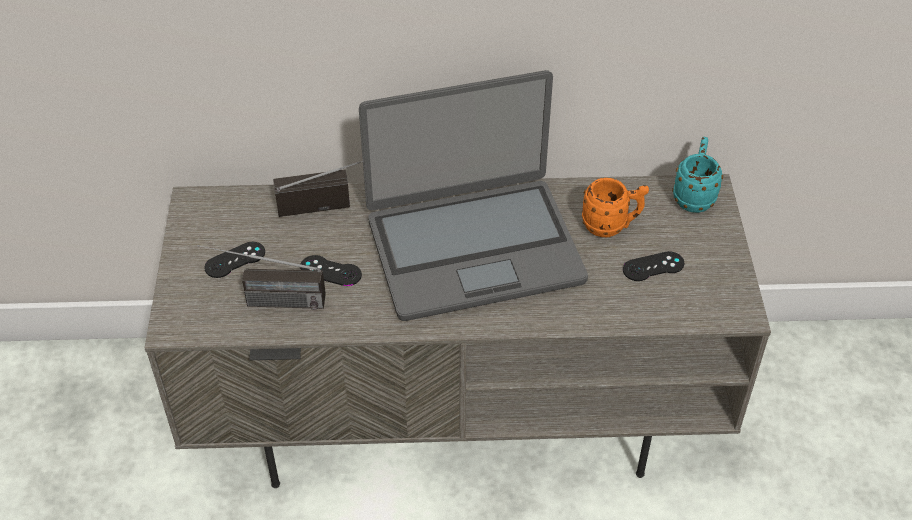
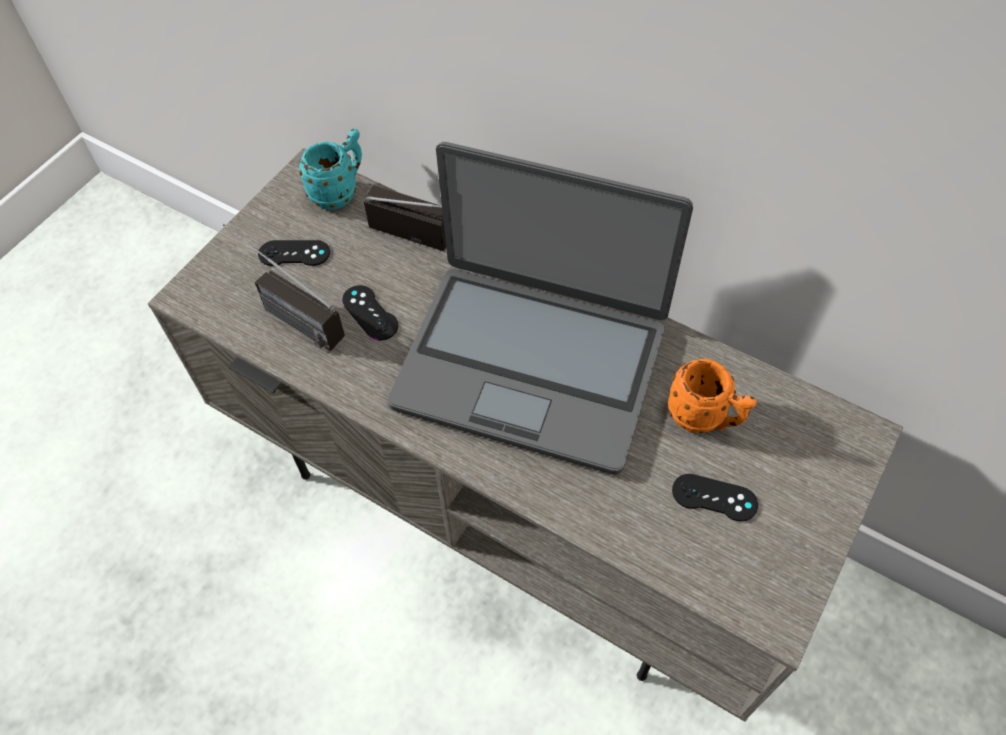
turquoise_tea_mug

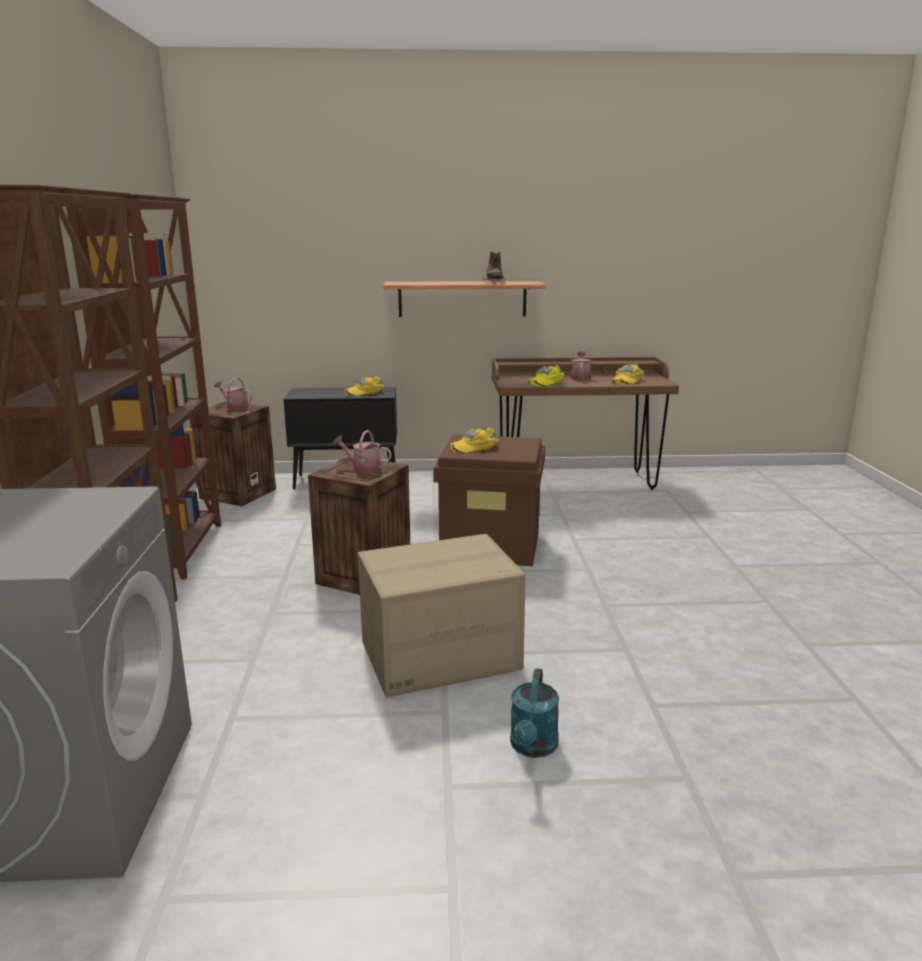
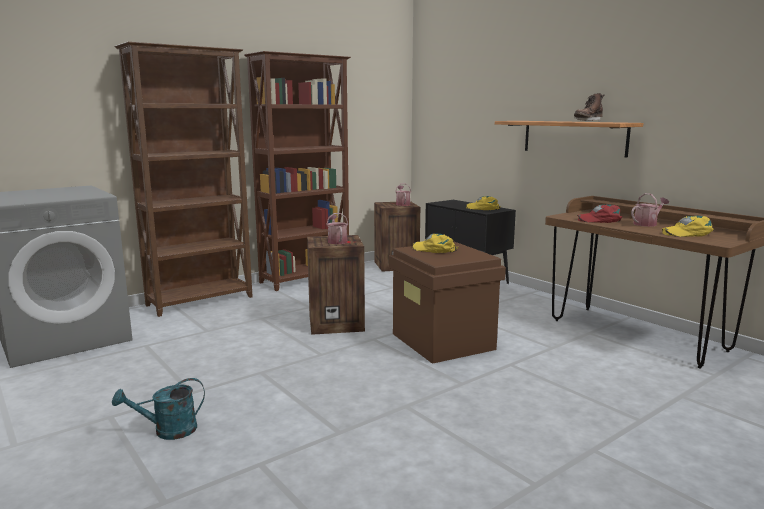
cardboard_box; reddish_baseball_cap

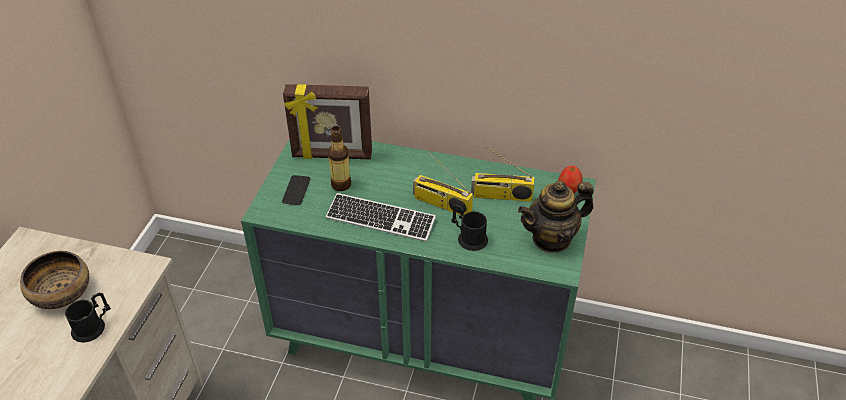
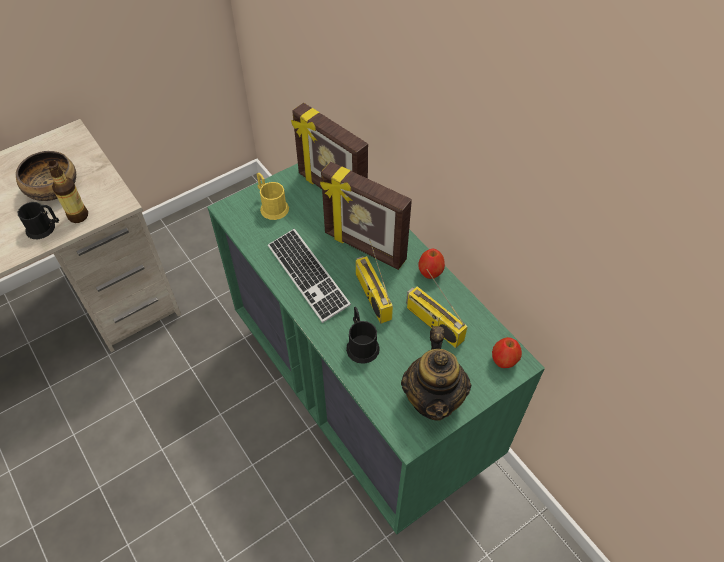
picture_frame (no. 2 from left); apple_fruit (no. 1 from left); beverage_bottle; yellowish_tea_mug; teapot

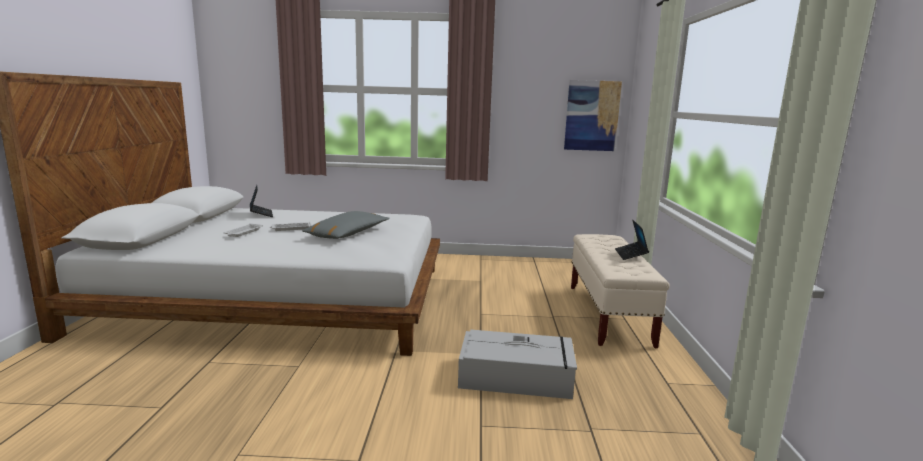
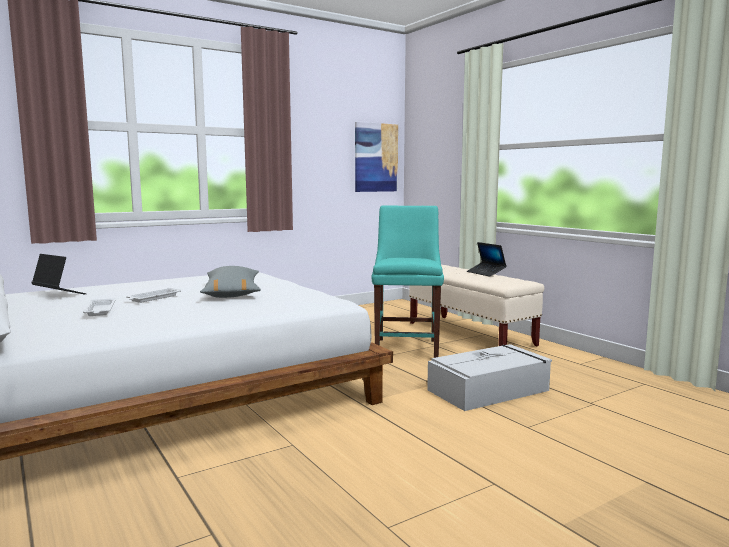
turquoise_plain_chair

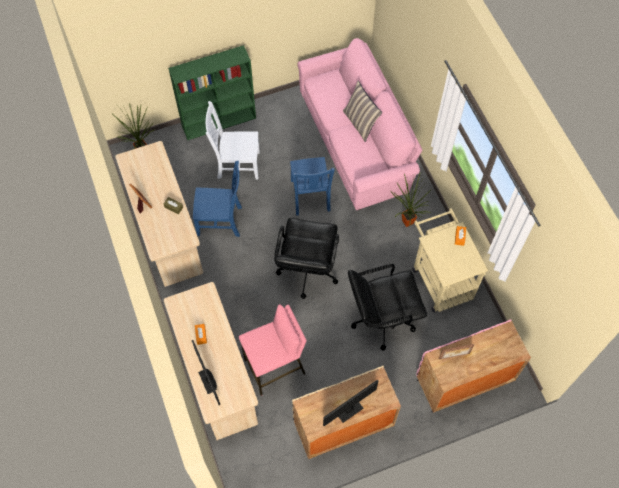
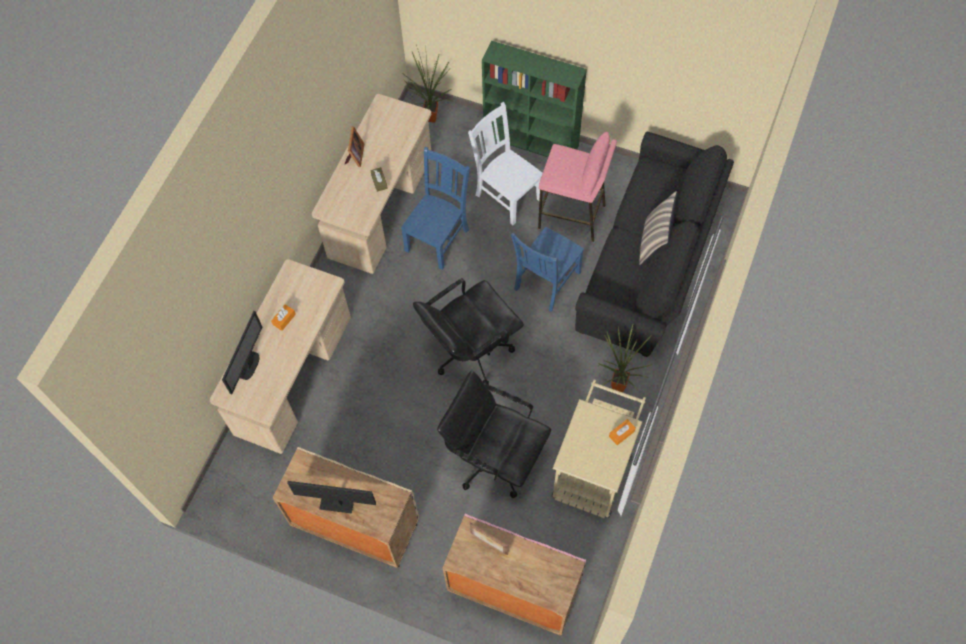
pinkish_sitting_stool; blackish_sofa; blue_plain_chair (no. 1 from left)

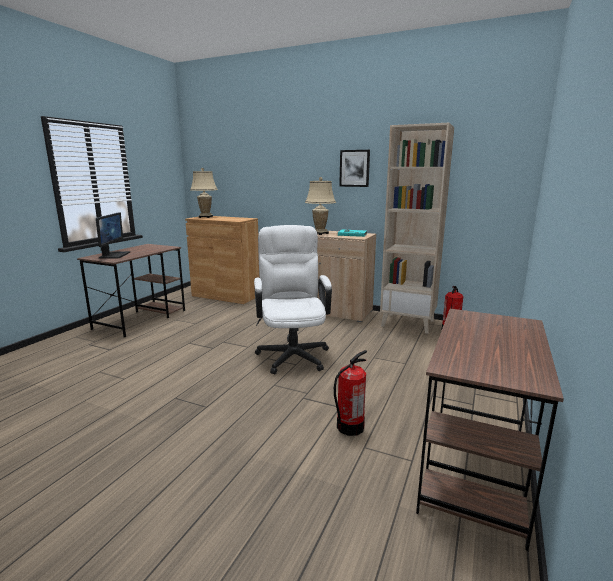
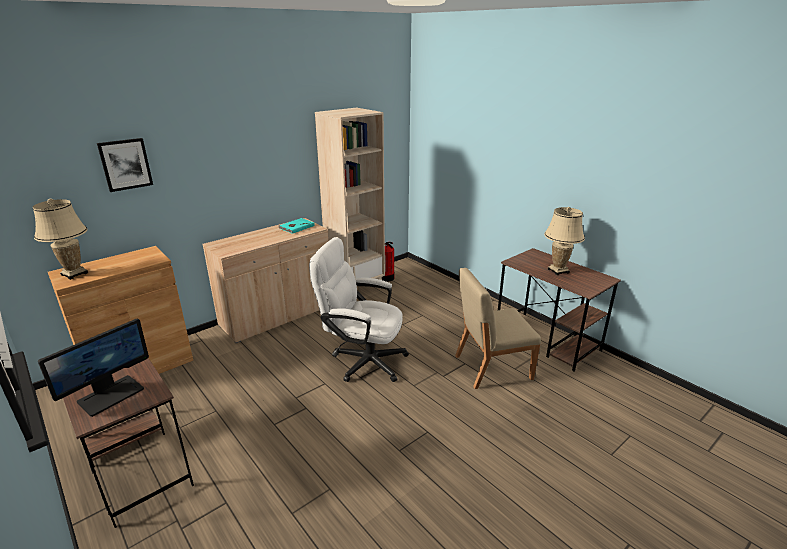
beige-coloured_lamp_for_a_table (no. 2 from left); wall_art; beige-coloured_plain_chair; monitor

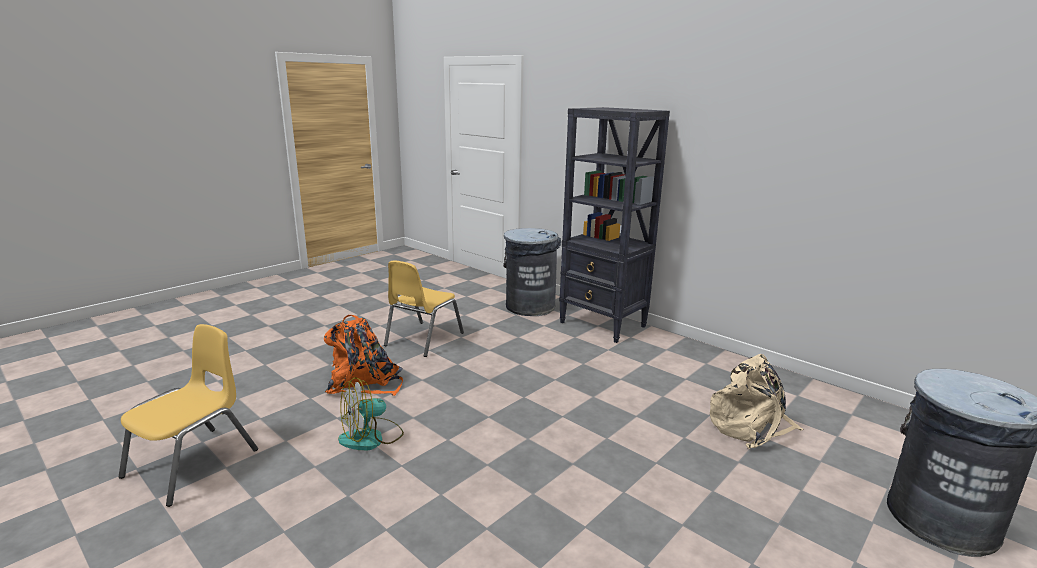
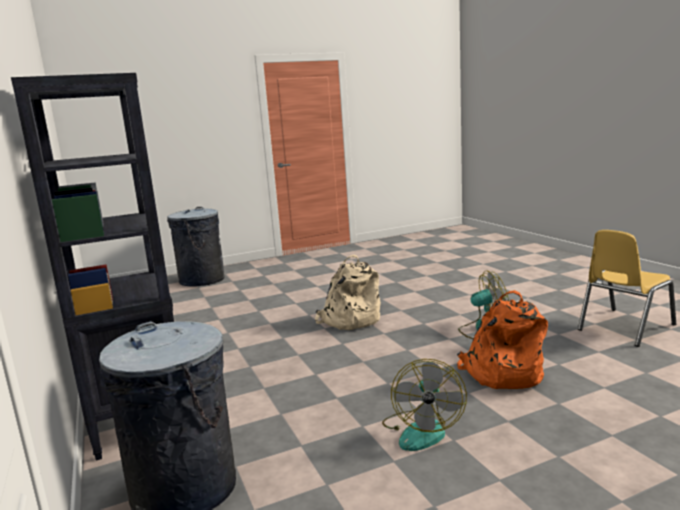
beige-coloured_backpack; electric_fan (no. 1 from left)

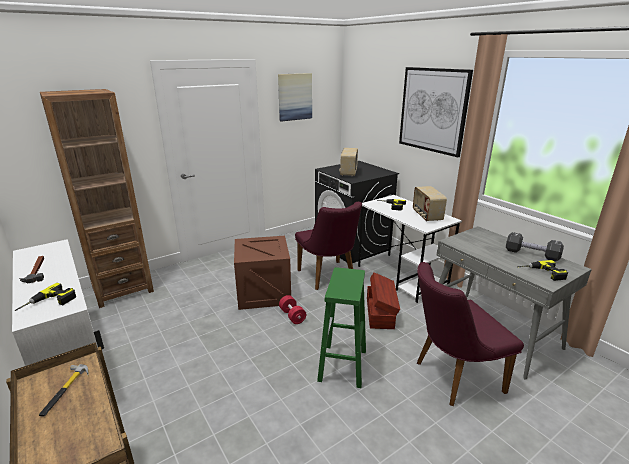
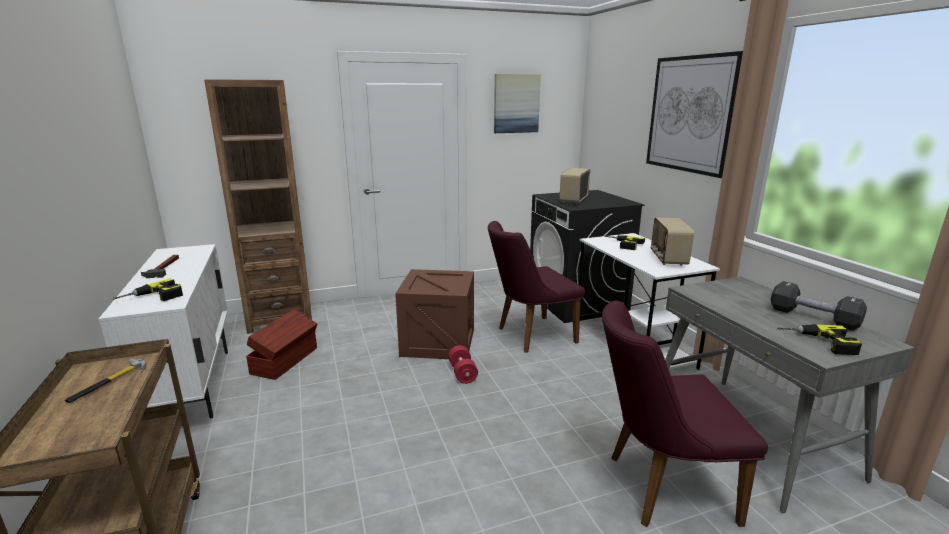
green-coloured_sitting_stool; brown-coloured_storage_box; purplish_plain_chair (no. 1 from left)

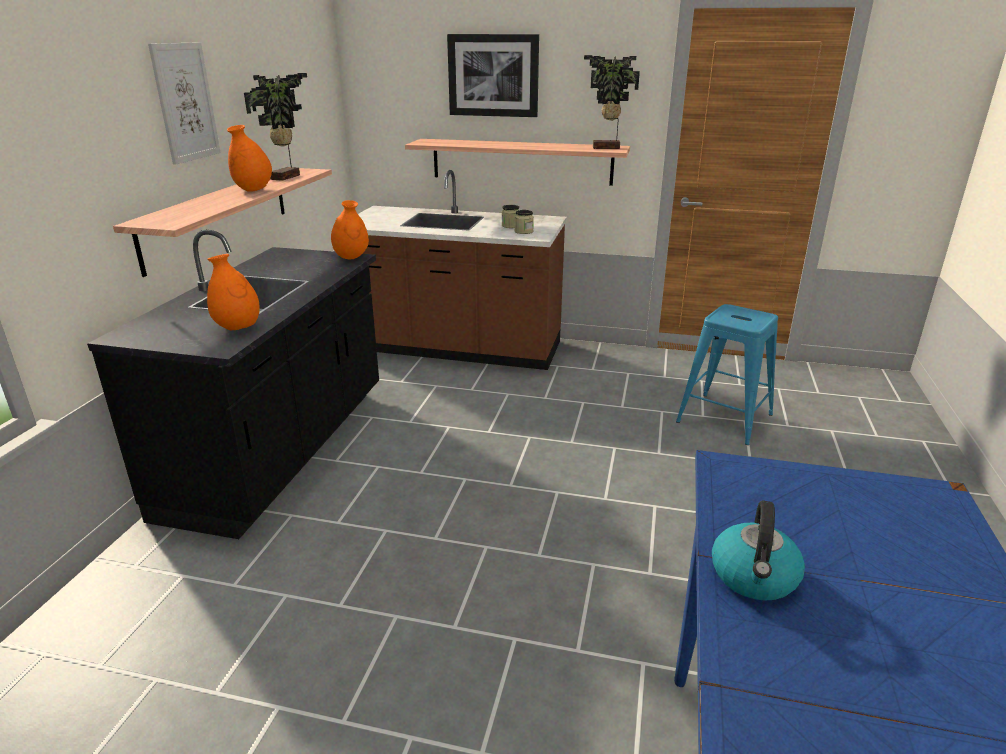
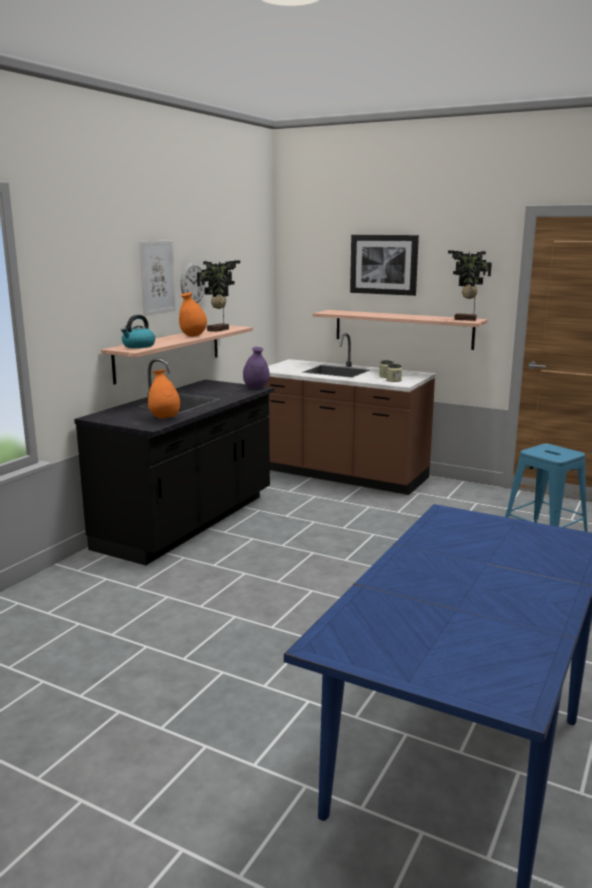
clock_on_the_wall; kettle; purplish_flower_vase

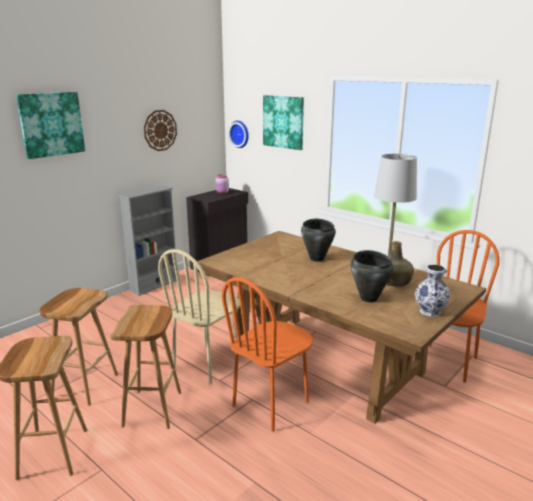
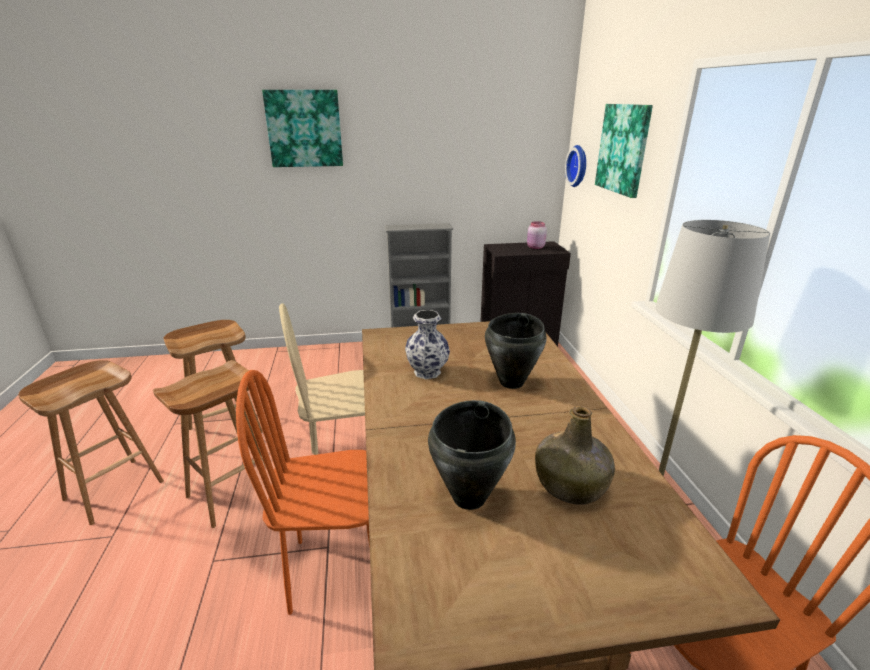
clock_on_the_wall (no. 1 from left in the first image); flower_vase

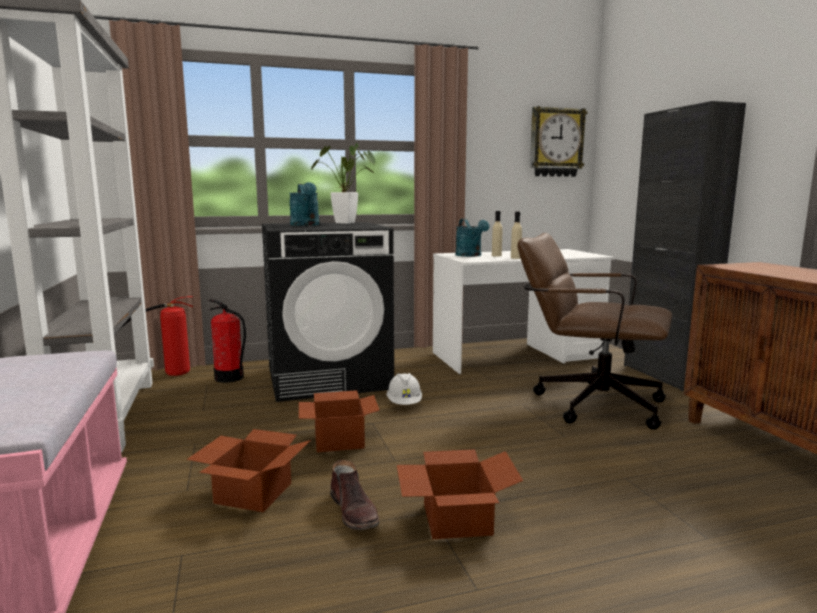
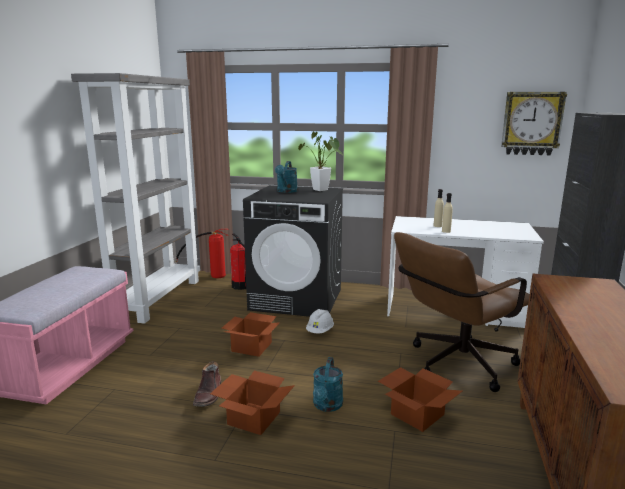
cardboard_box (no. 3 from left); turquoise_watering_can (no. 2 from left); brown-coloured_office_chair

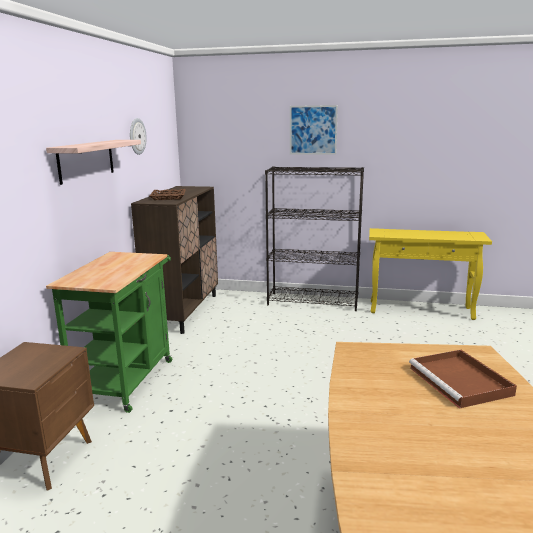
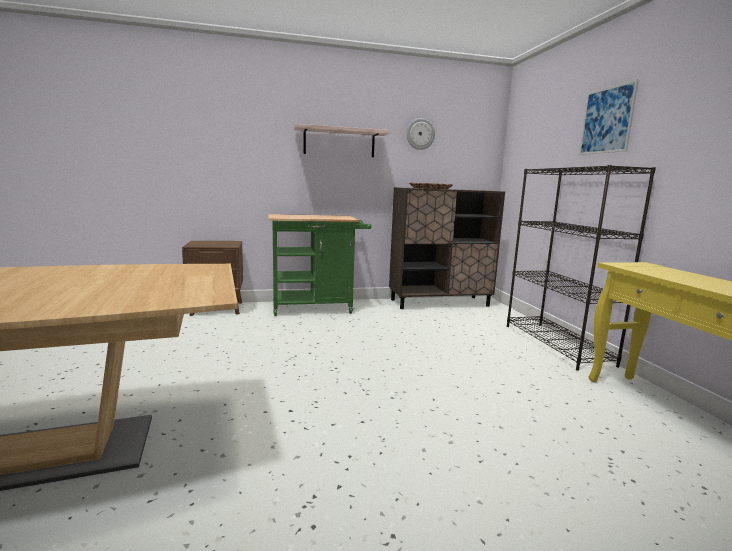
brown-coloured_tray (no. 2 from left in the first image)

